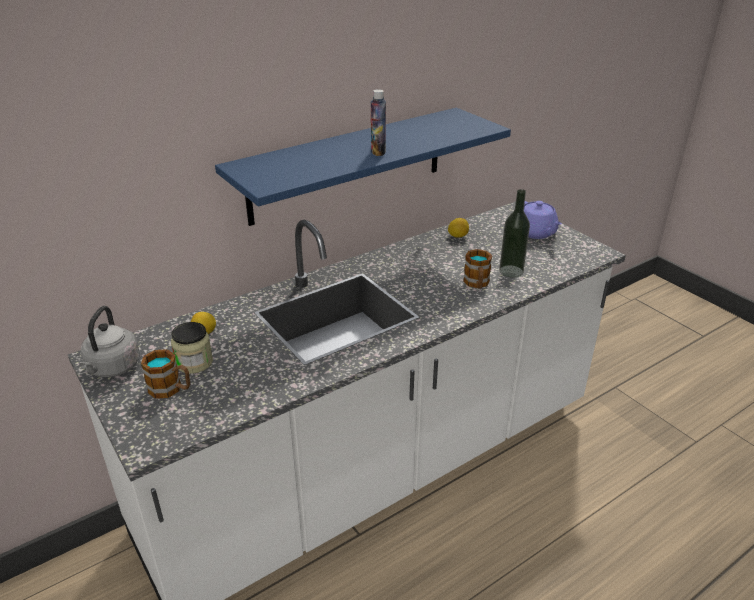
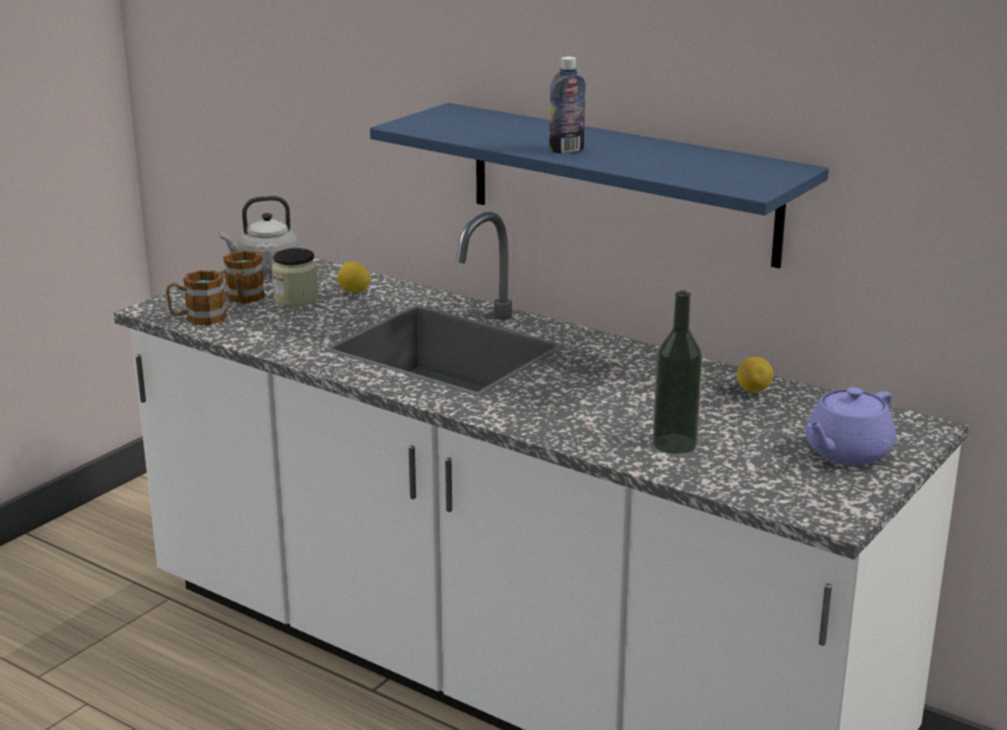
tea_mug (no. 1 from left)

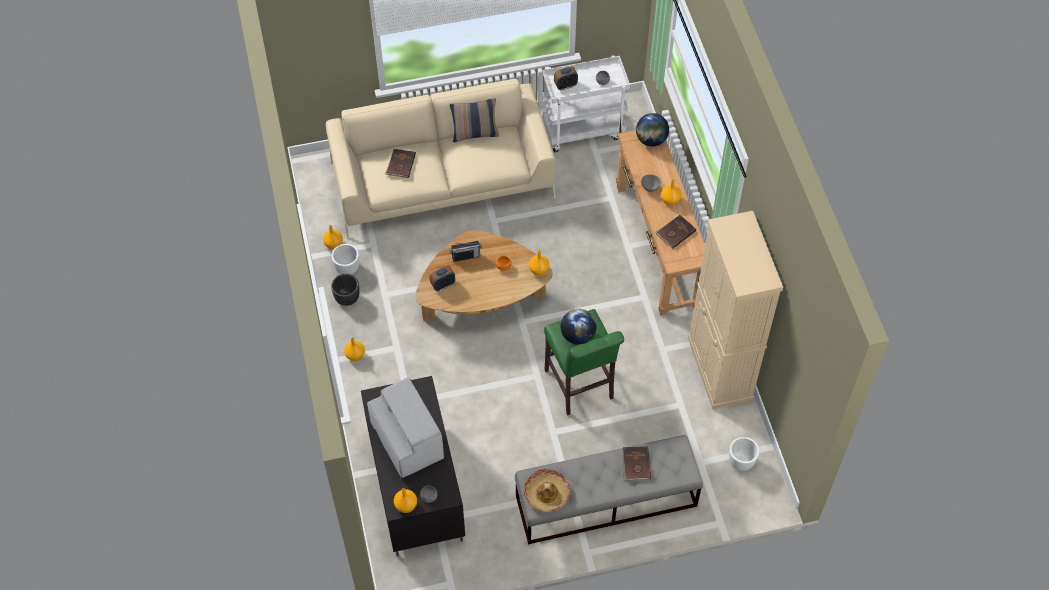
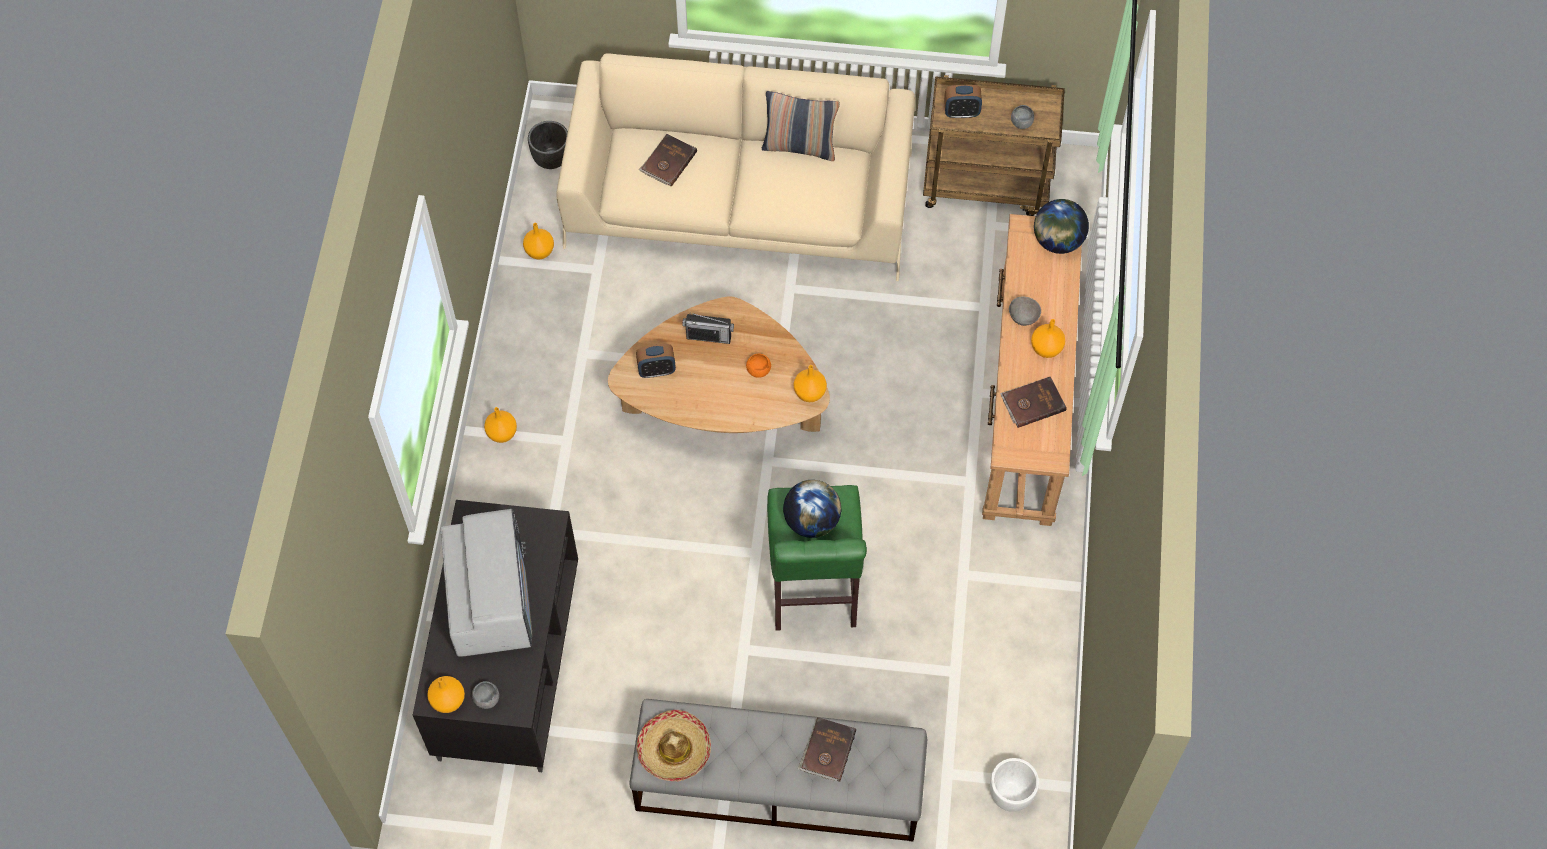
whitish_plant_pot (no. 1 from left in the first image); beige-coloured_cupboard; blackish_plant_pot; brown-coloured_wheeled_cart

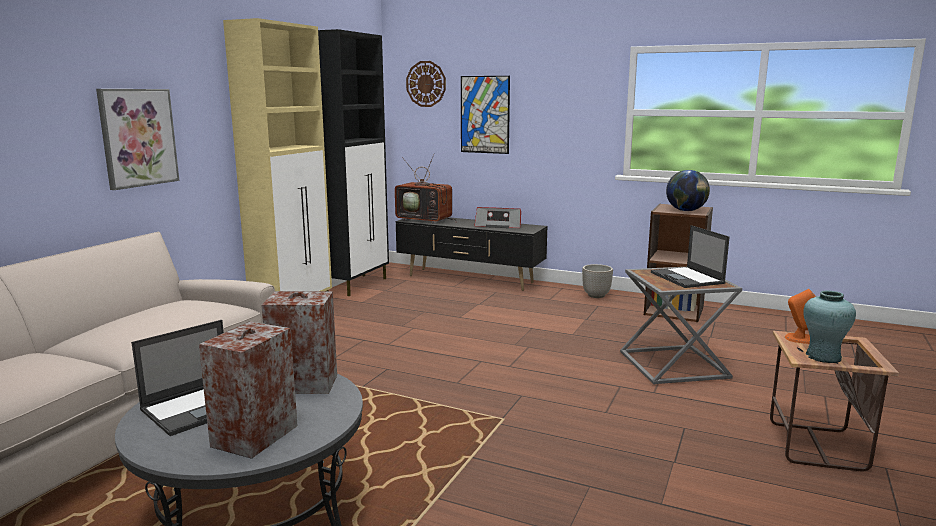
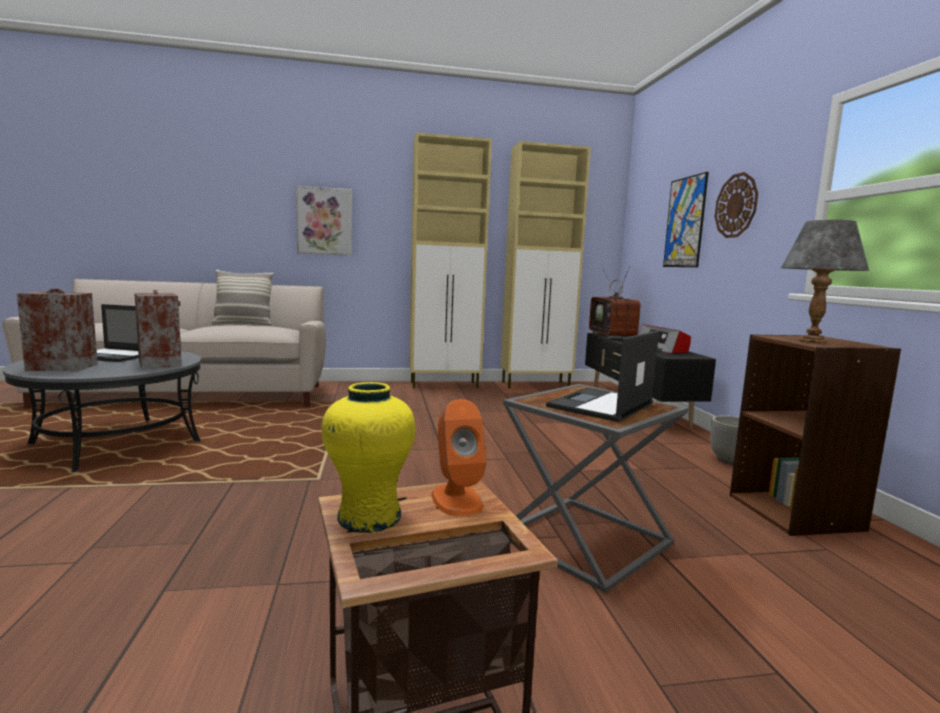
cushion; clock_on_the_wall; gray_lamp_for_a_table; beige-coloured_cupboard (no. 2 from left); yellowish_flower_vase

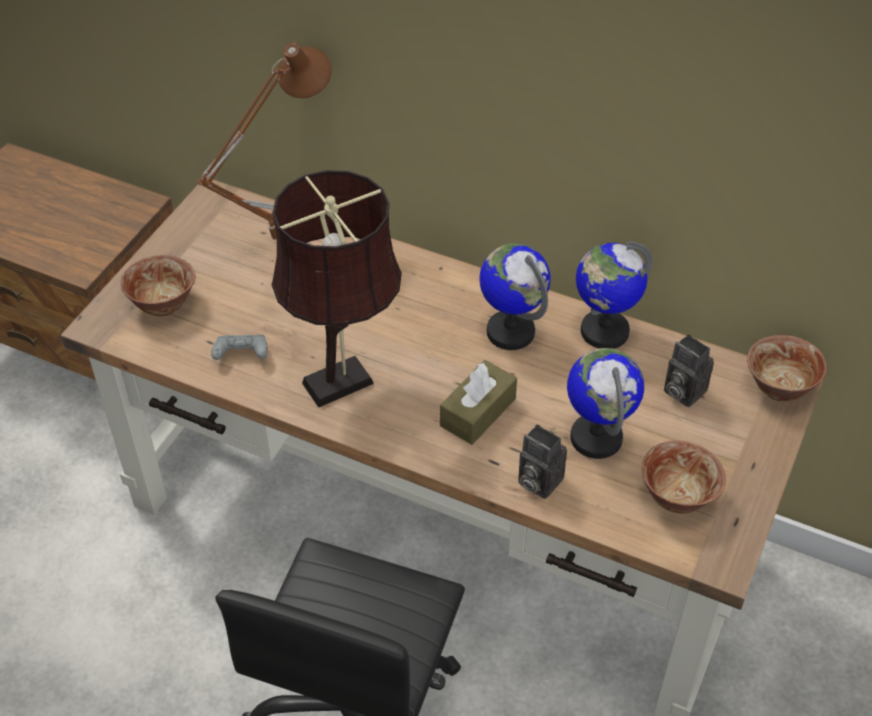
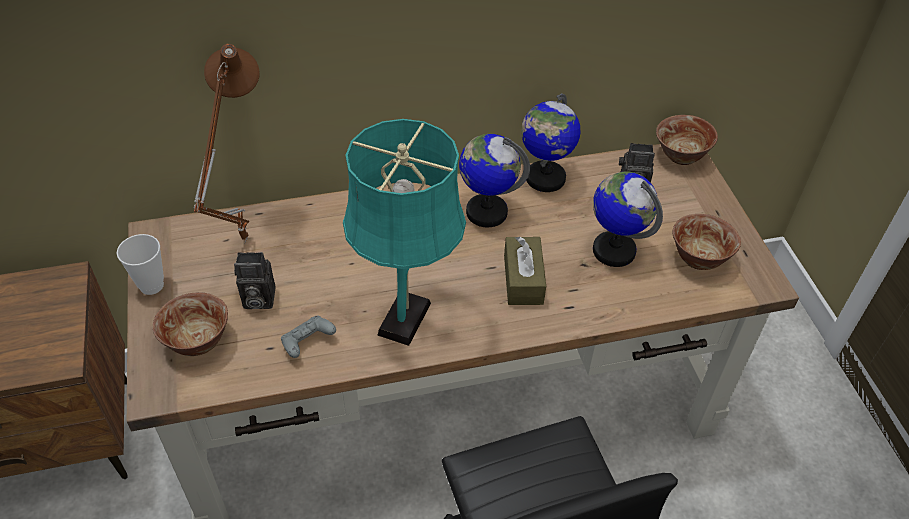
cup; still_camera (no. 1 from left); turquoise_lamp_for_a_table

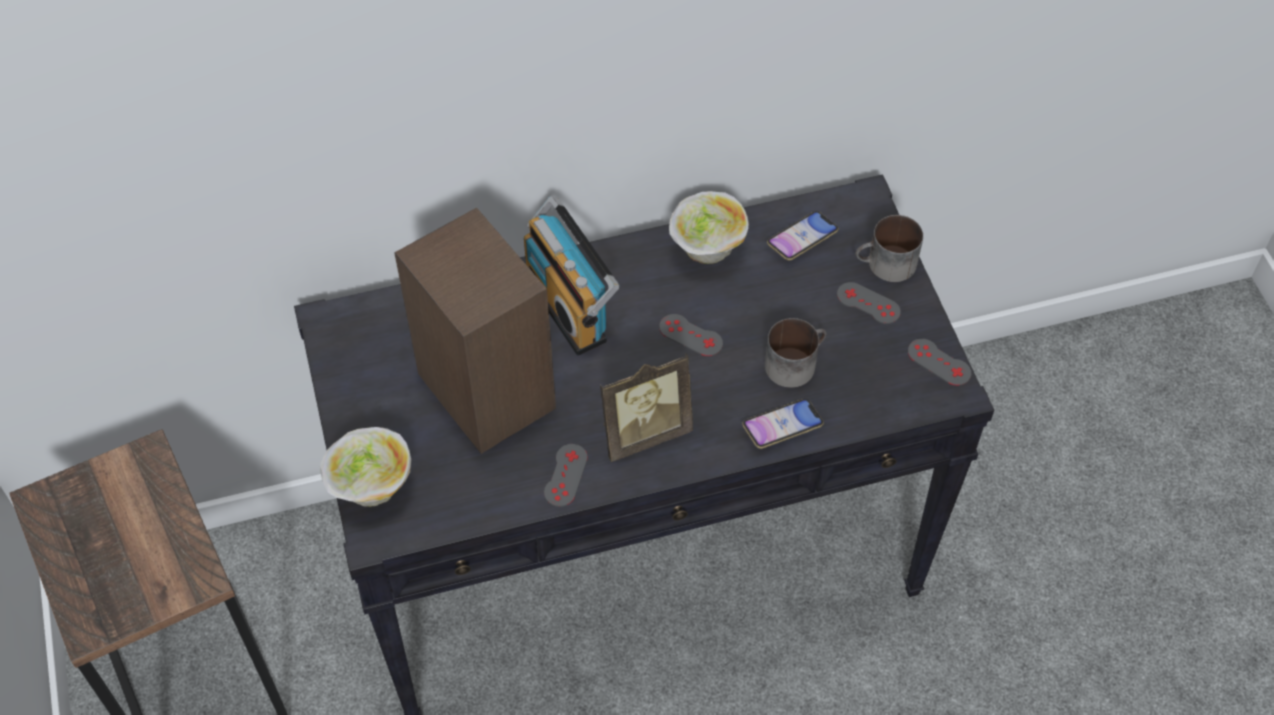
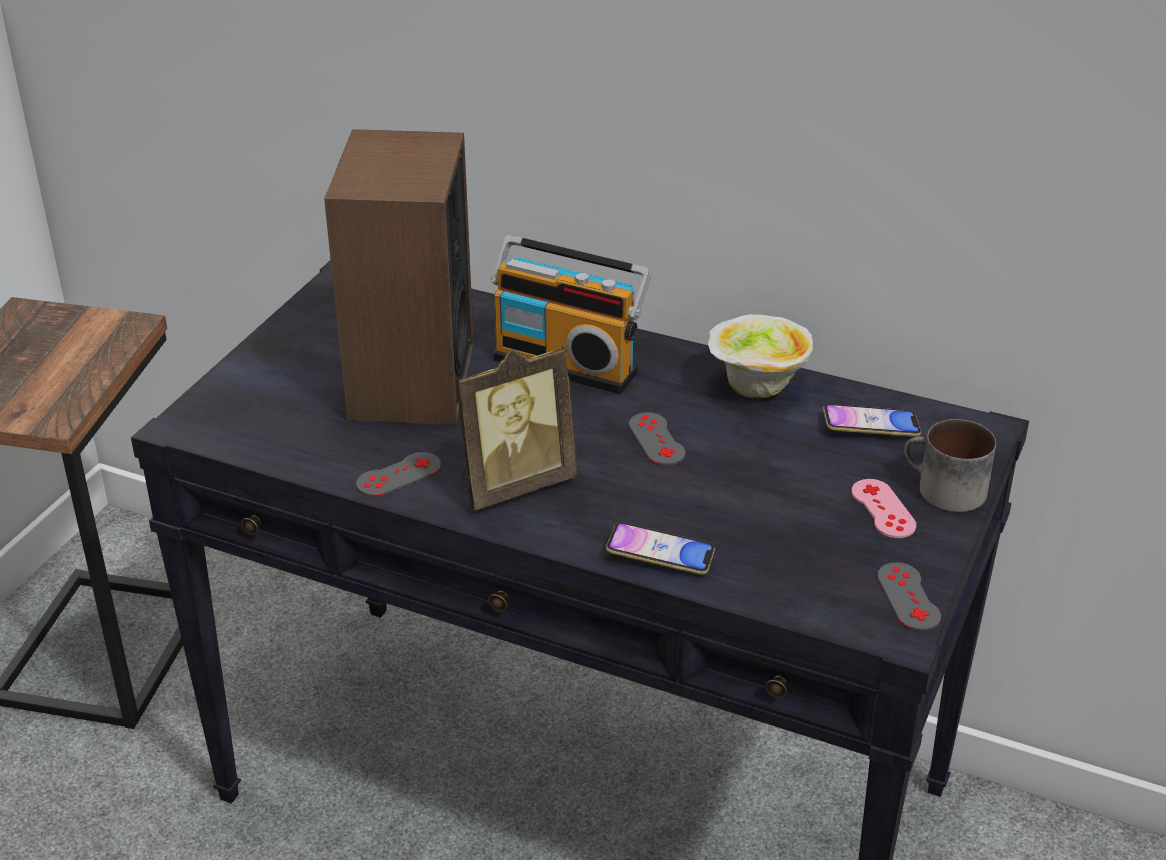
bowl (no. 1 from left in the first image); tea_mug (no. 1 from left in the first image); pinkish_gamepad; radio_set; picture_frame

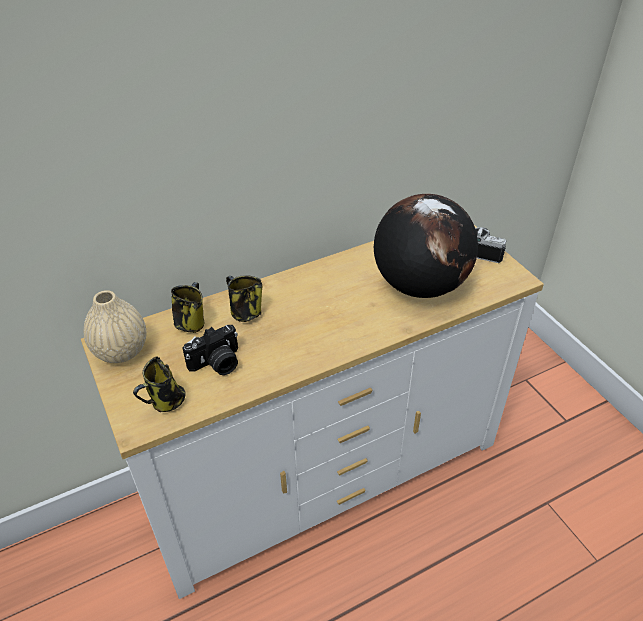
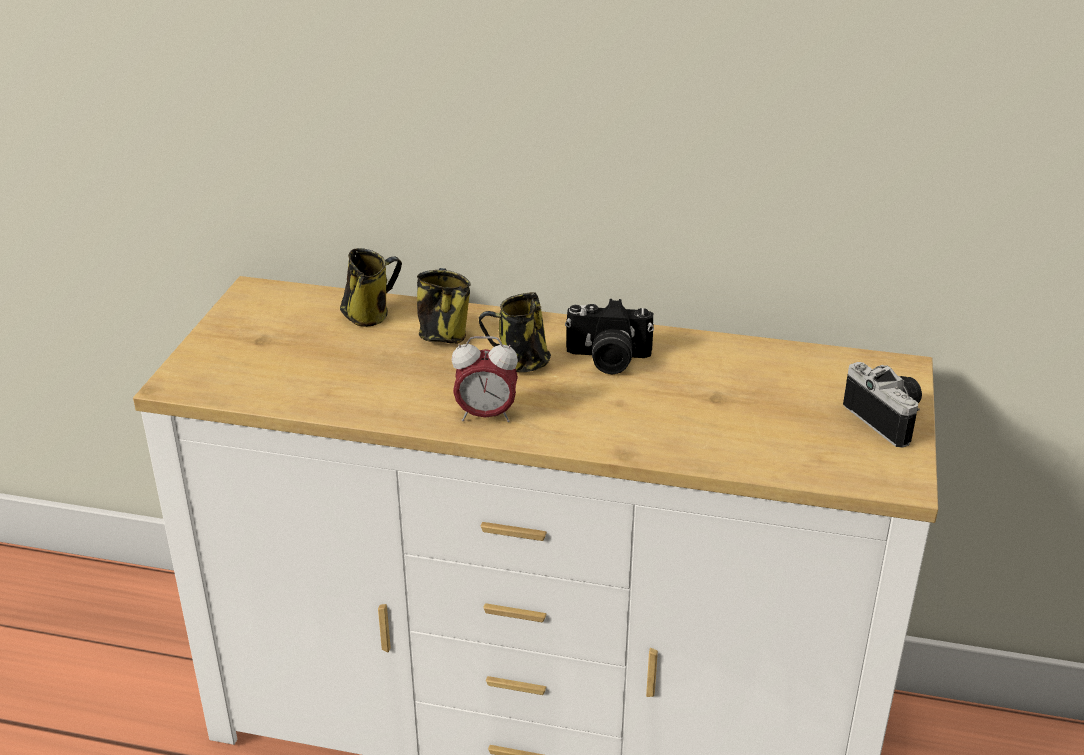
beige-coloured_flower_vase; desk_globe; table_clock; tea_mug (no. 3 from left); still_camera (no. 1 from left)

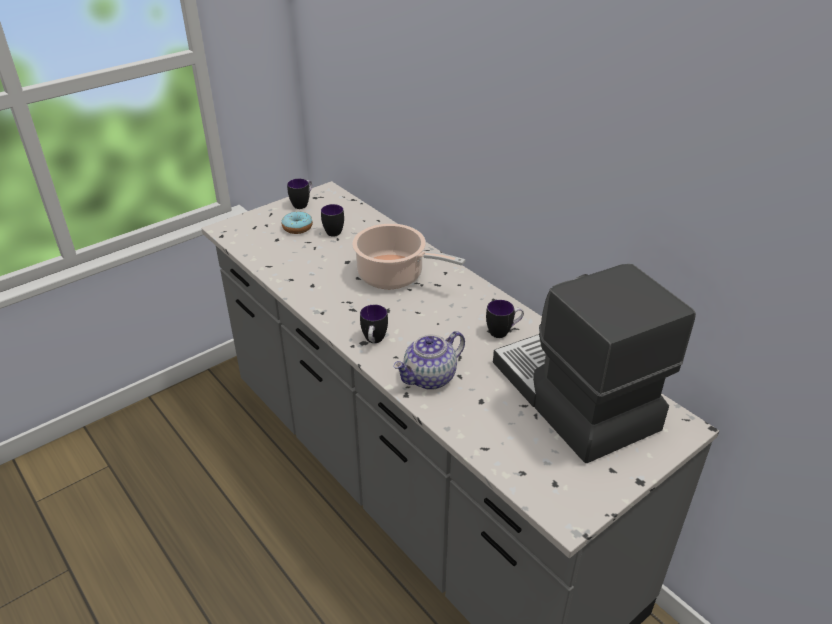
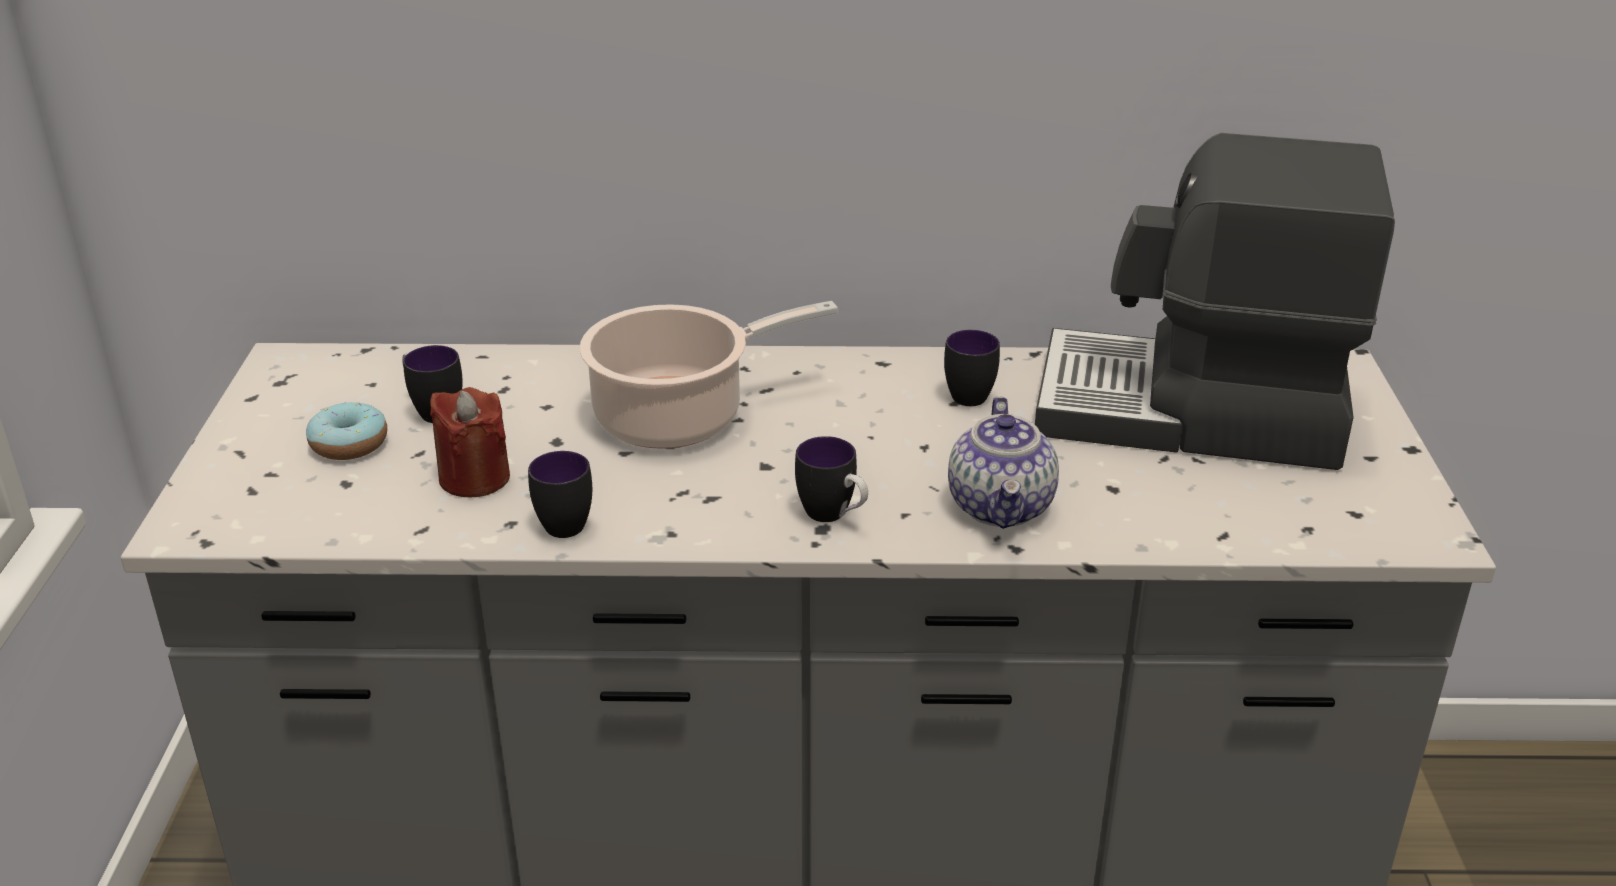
reddish_wax_candle; tea_mug (no. 2 from left)

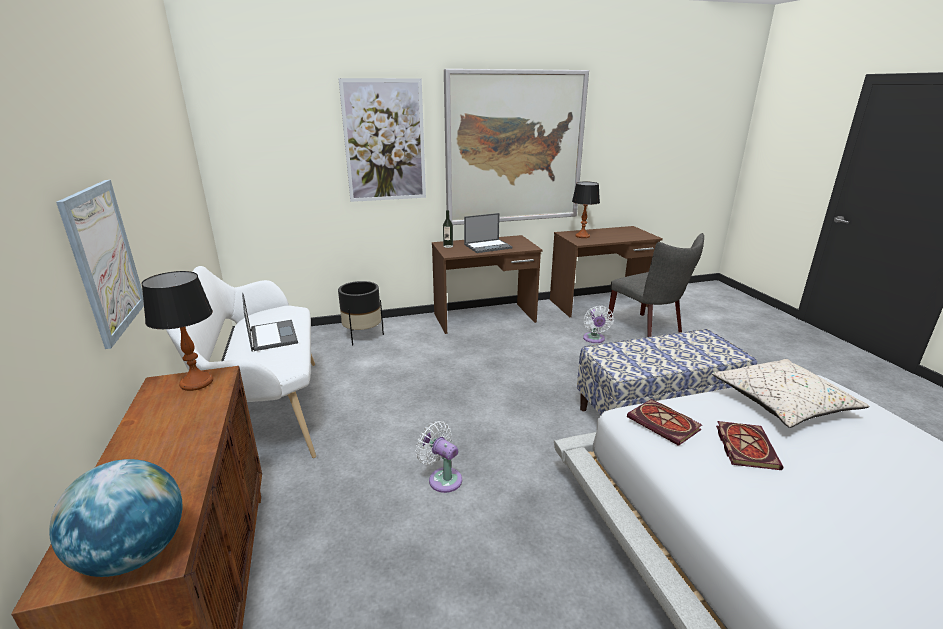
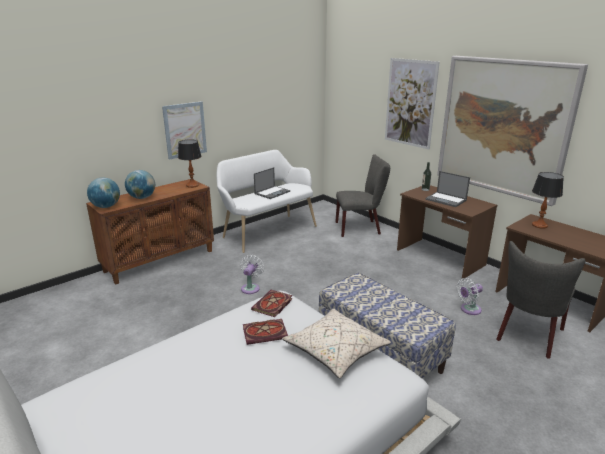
desk_globe (no. 2 from left); gray_plain_chair (no. 1 from left)

